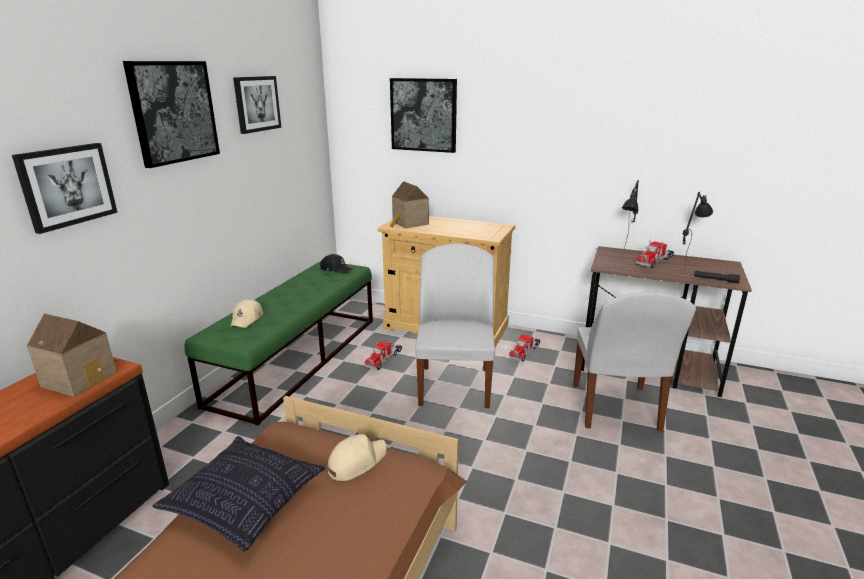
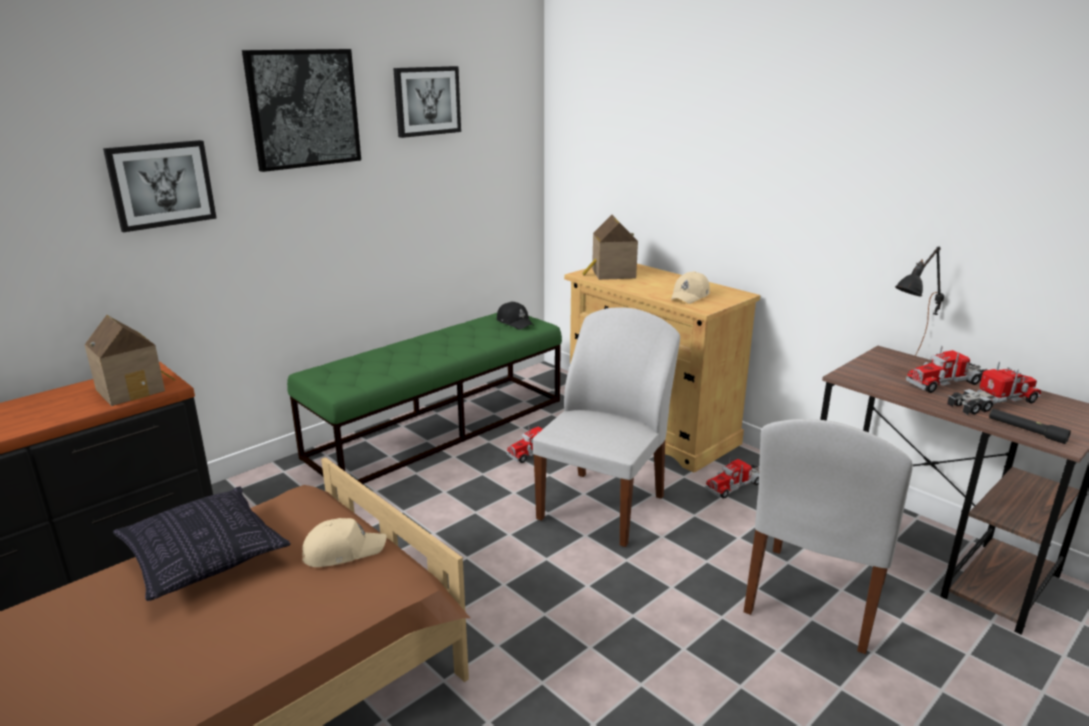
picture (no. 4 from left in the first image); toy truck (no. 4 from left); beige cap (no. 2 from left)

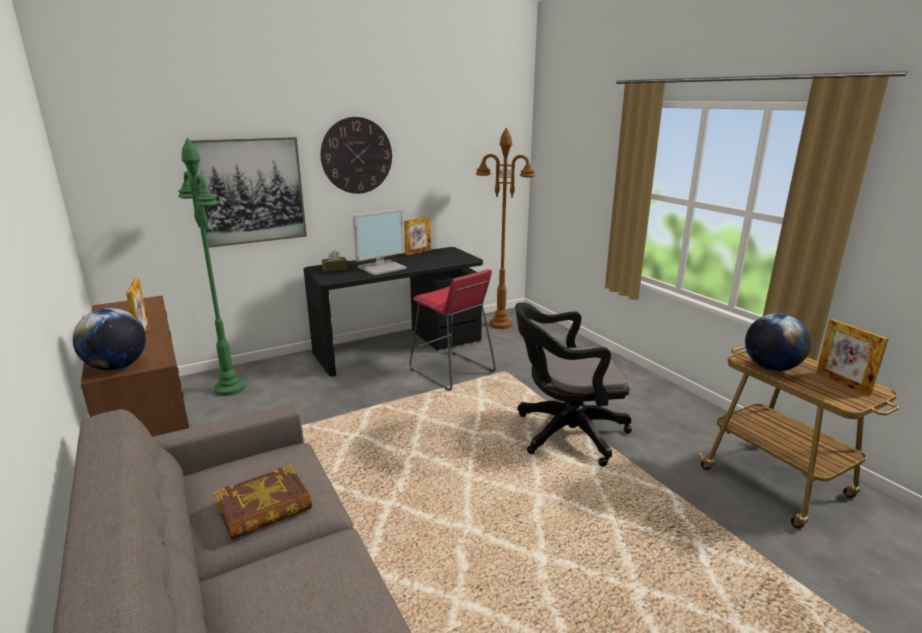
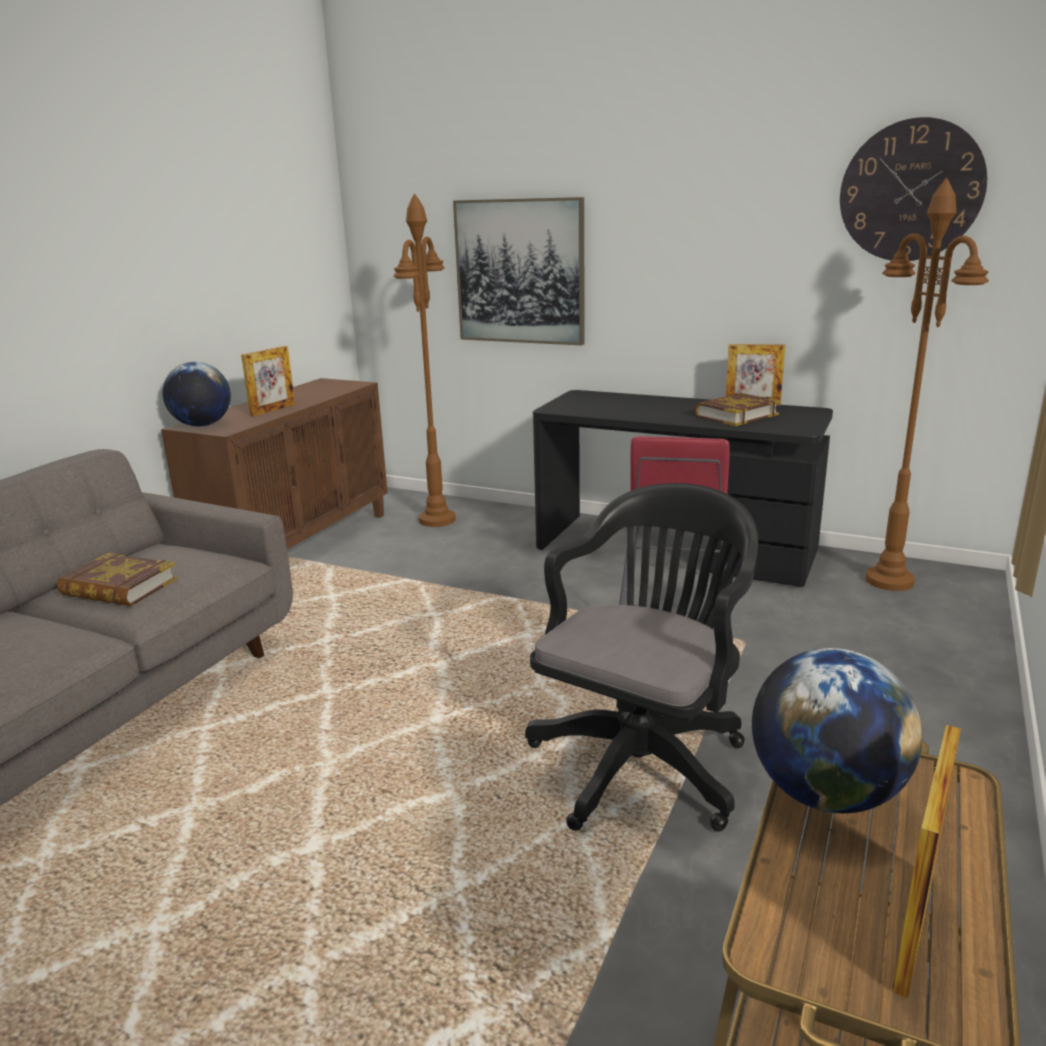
wall clock; brown floor lamp (no. 1 from left); monitor; brown tissue box; black office chair; book (no. 2 from left)

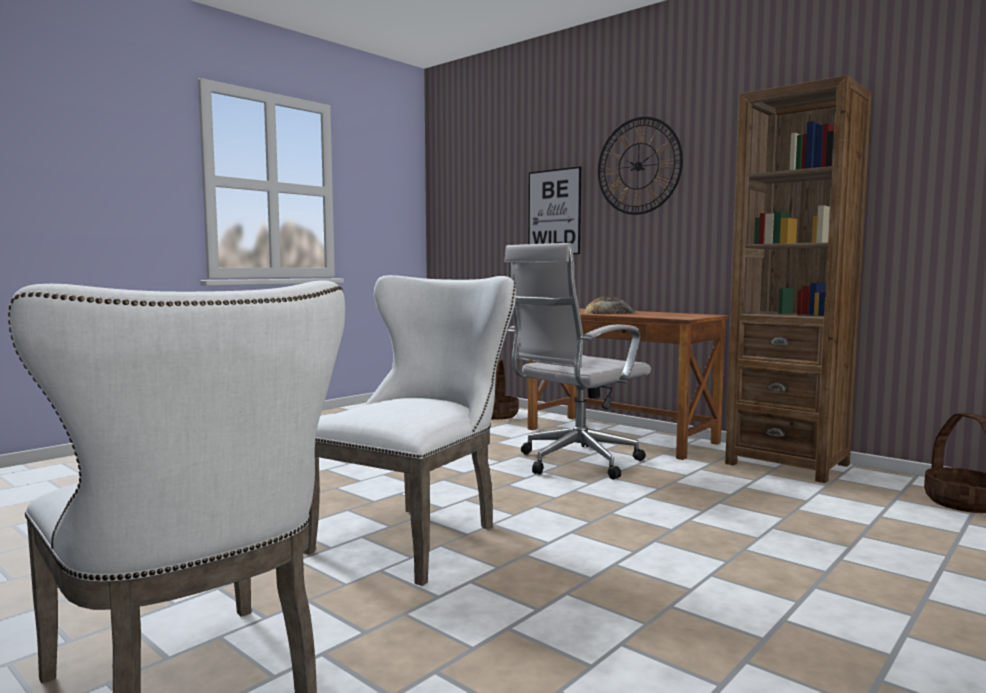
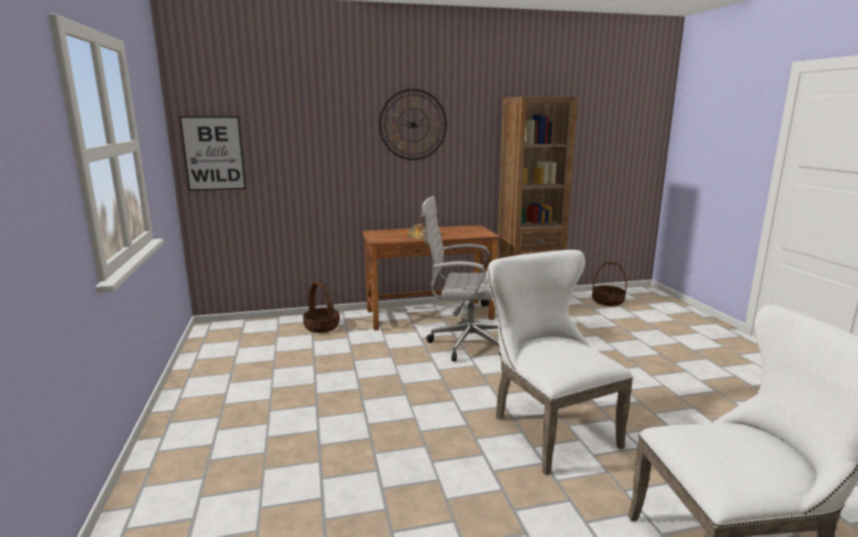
picture; white office chair

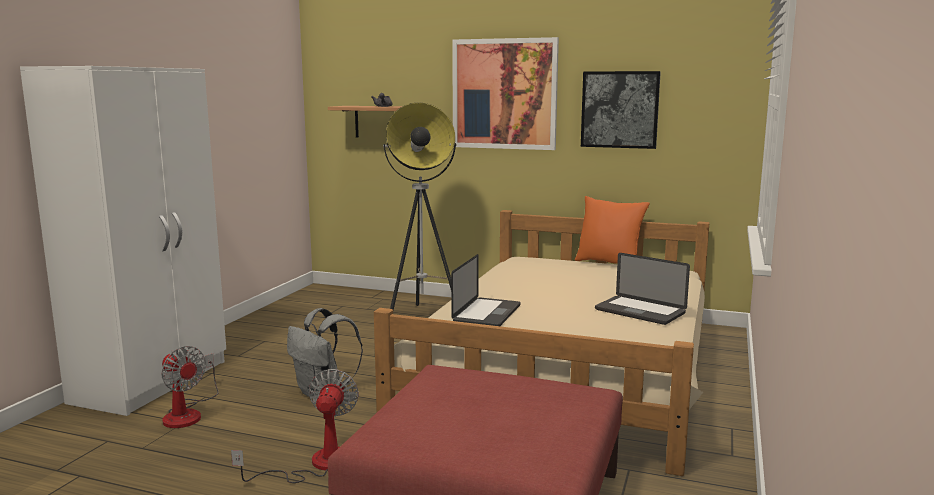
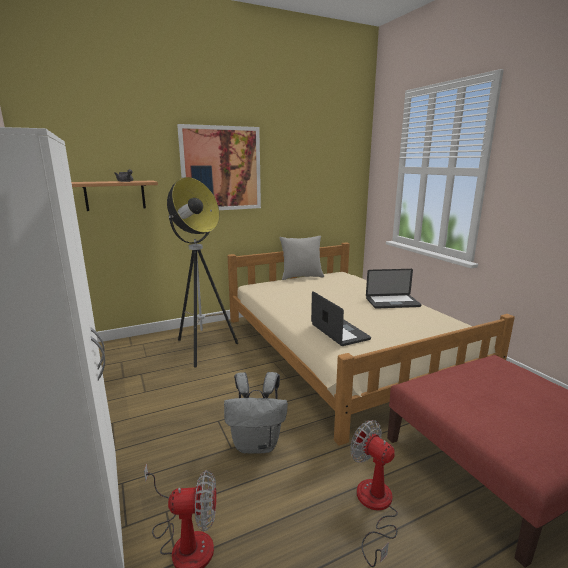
picture (no. 2 from left in the first image); grey pillow

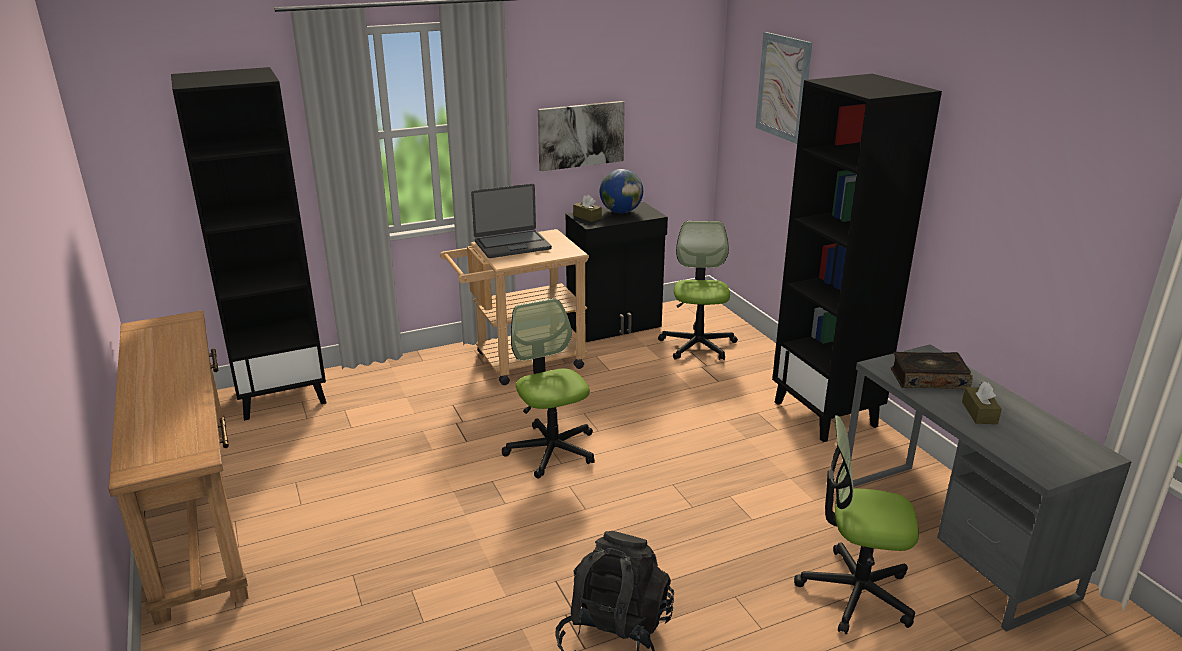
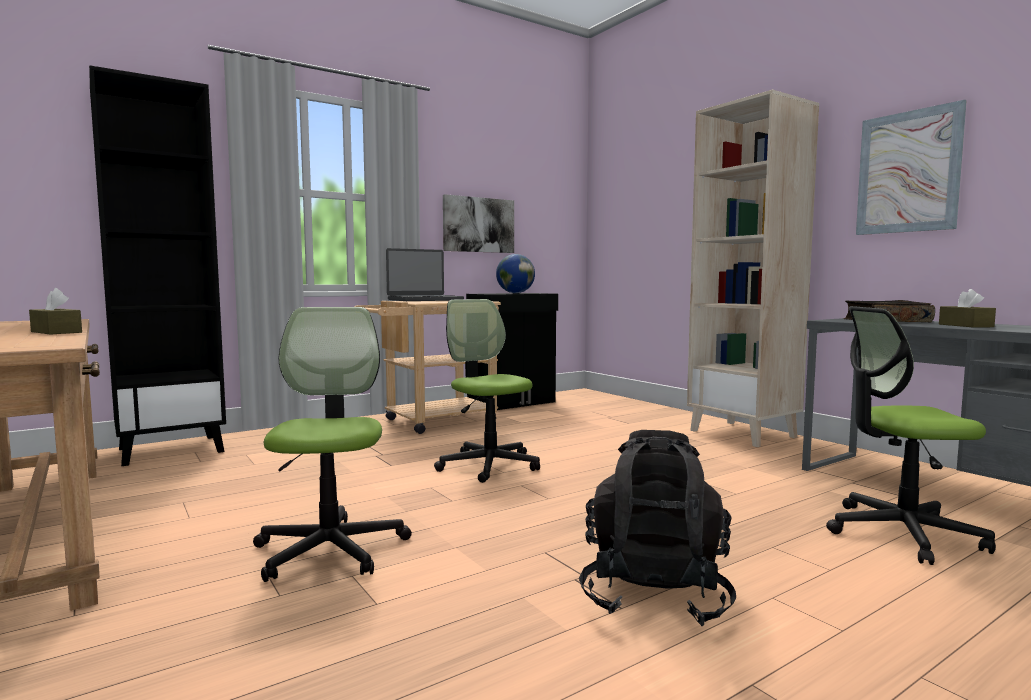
picture (no. 2 from left); beige bookcase; brown tissue box (no. 1 from left); office chair (no. 1 from left)

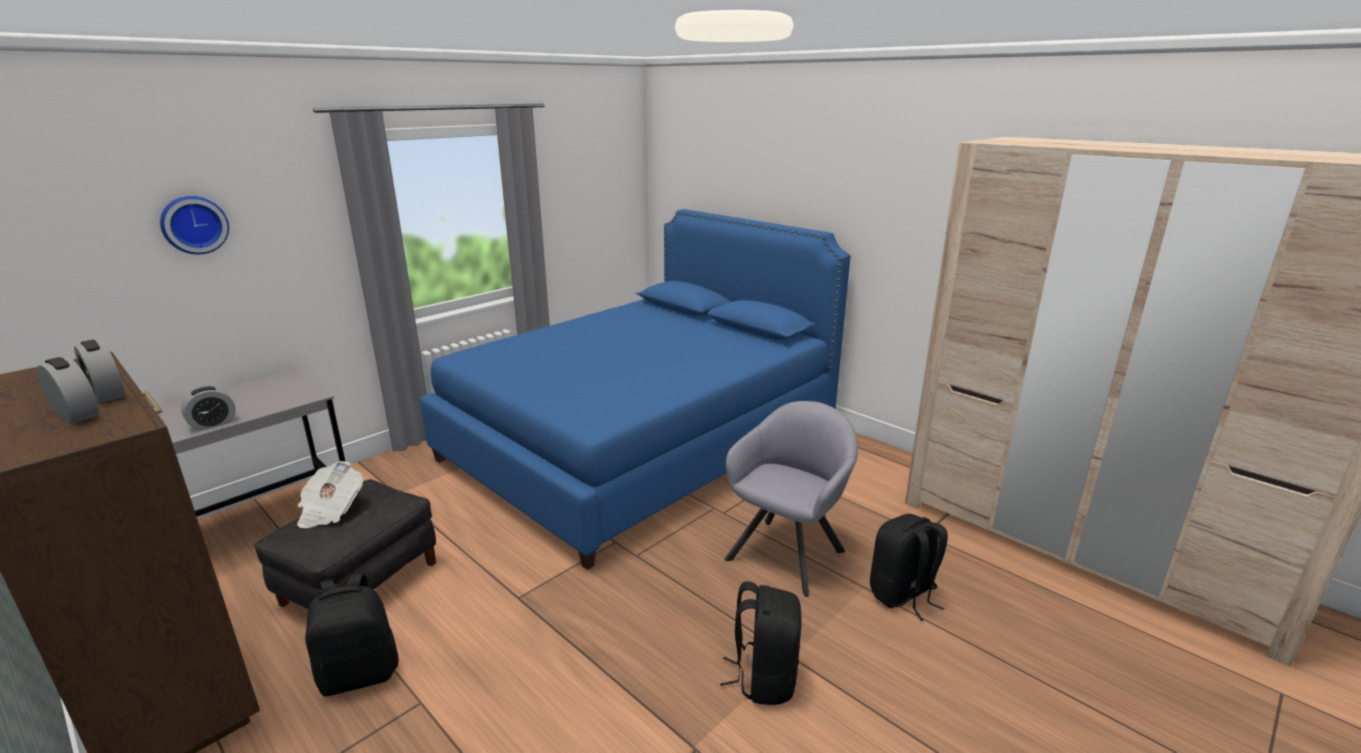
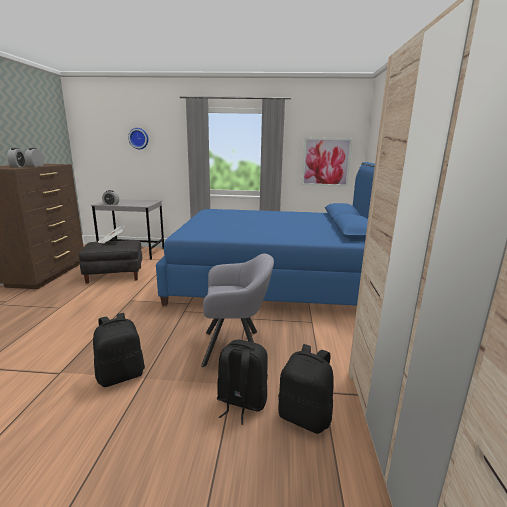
black backpack (no. 3 from left); picture

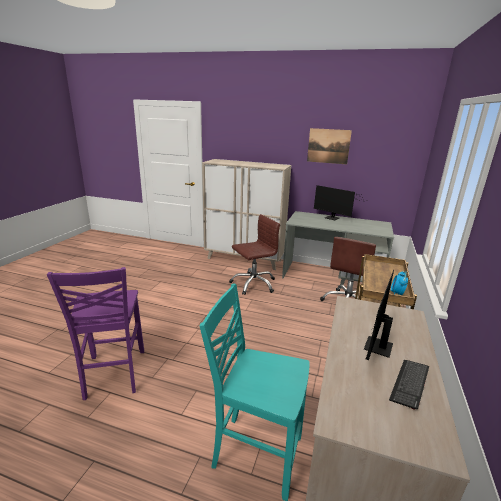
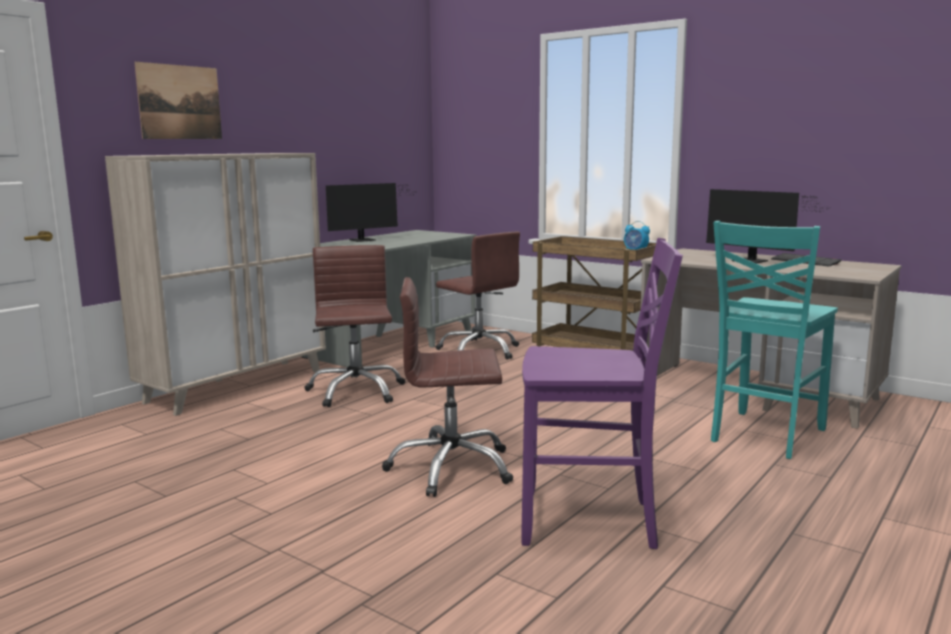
picture; brown office chair (no. 2 from left)

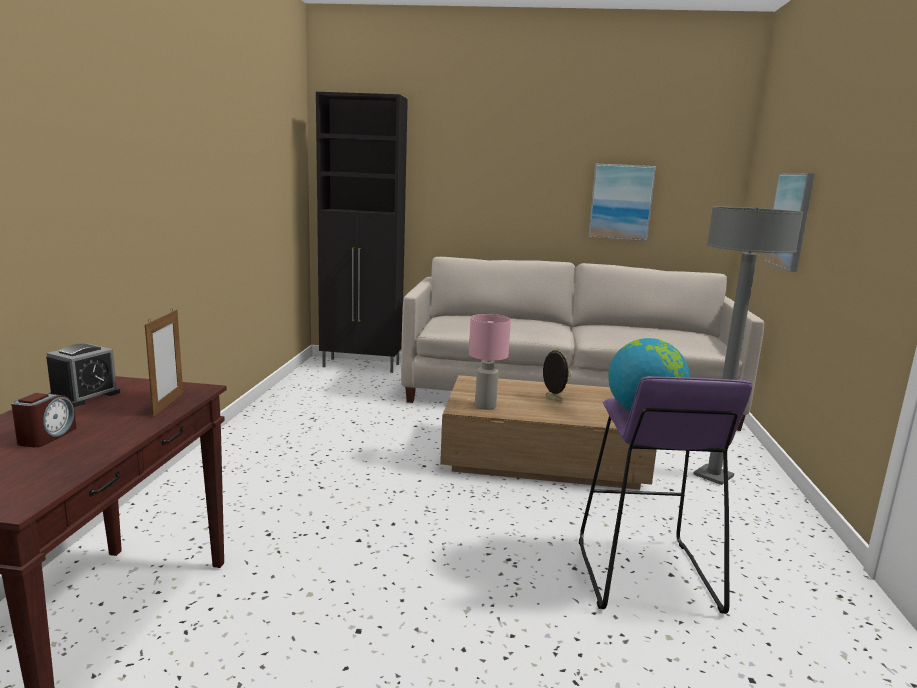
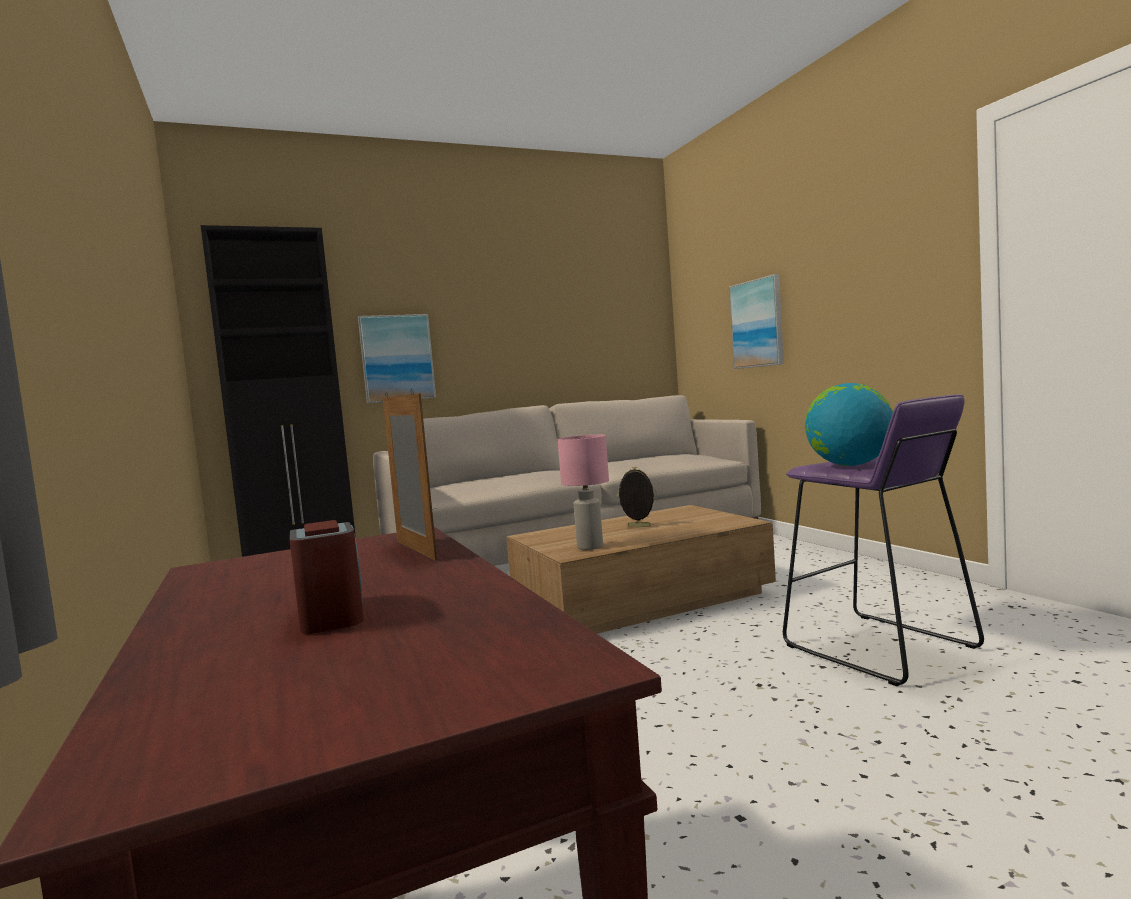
picture (no. 1 from left); grey floor lamp; alarm clock (no. 2 from left in the first image)

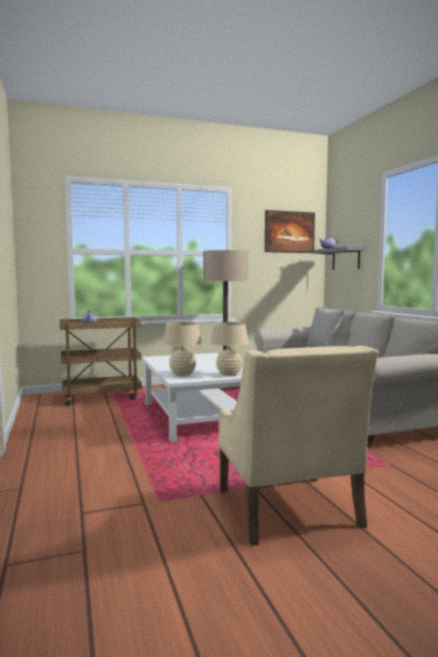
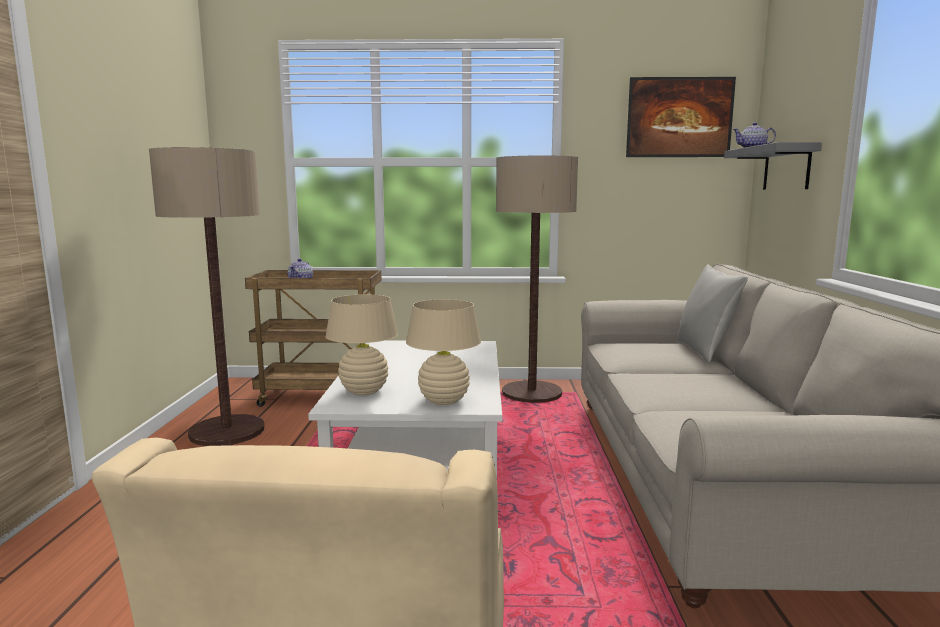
floor lamp (no. 1 from left)

